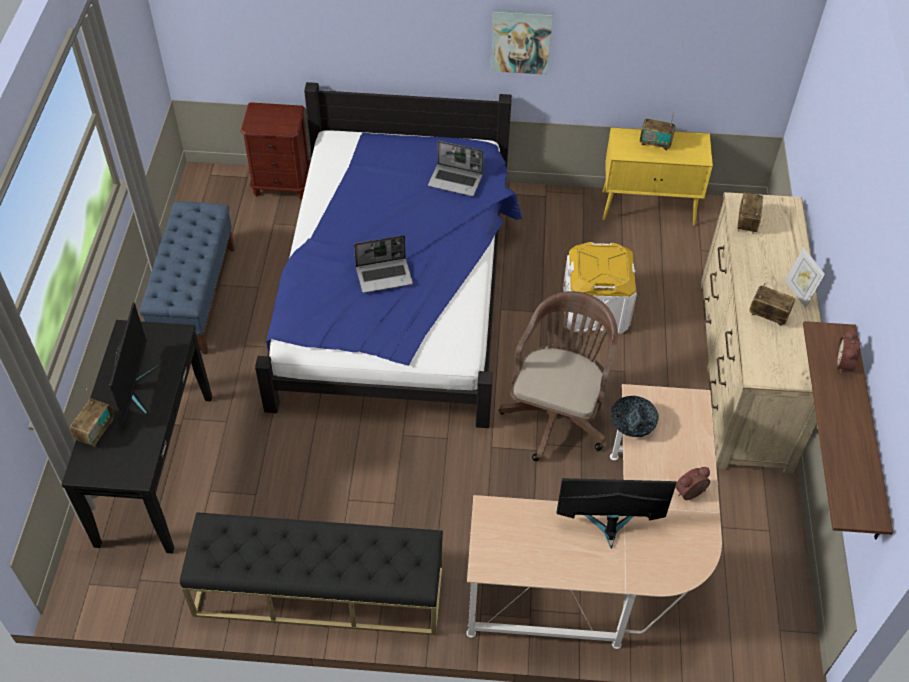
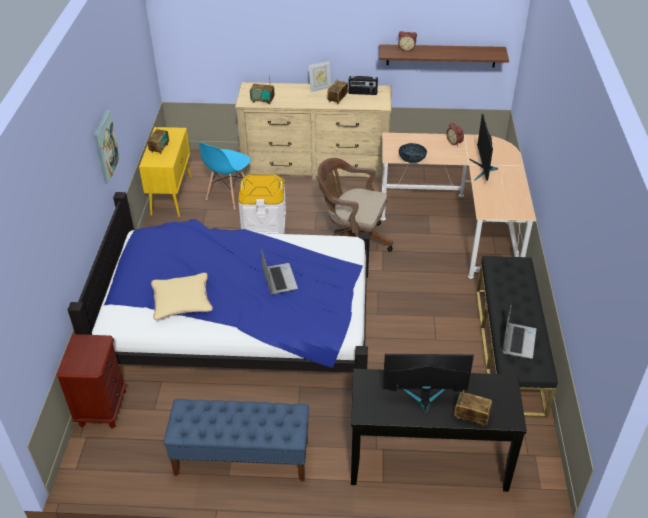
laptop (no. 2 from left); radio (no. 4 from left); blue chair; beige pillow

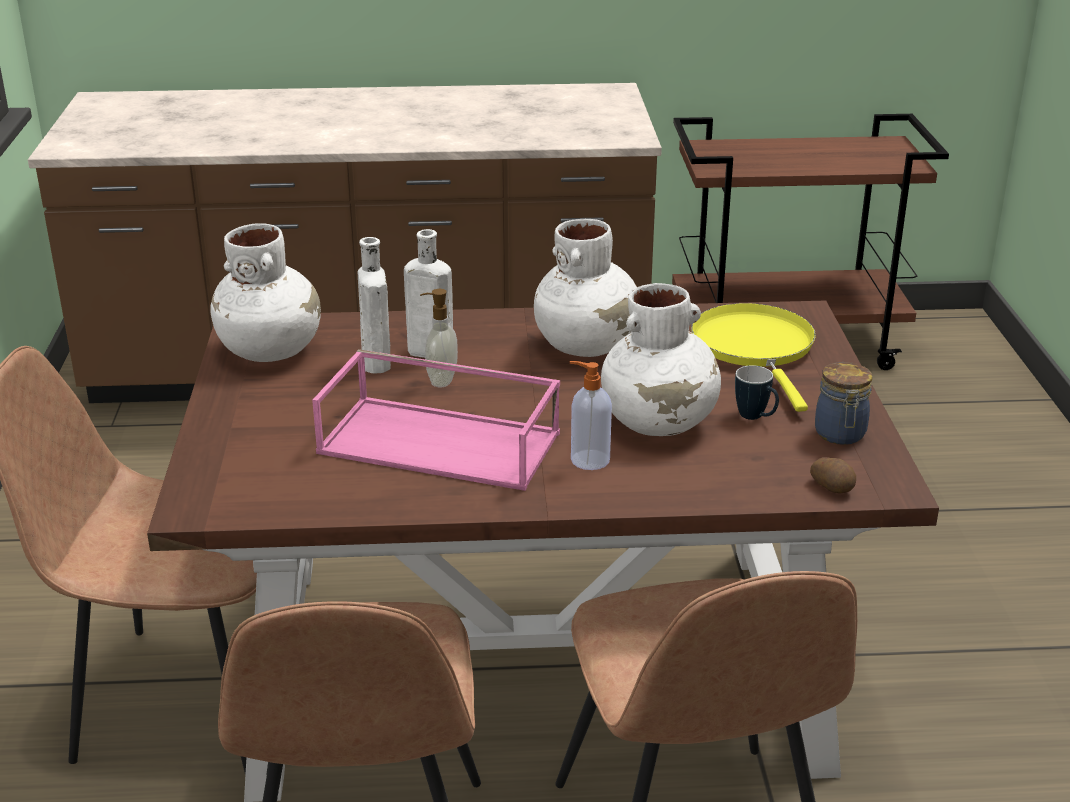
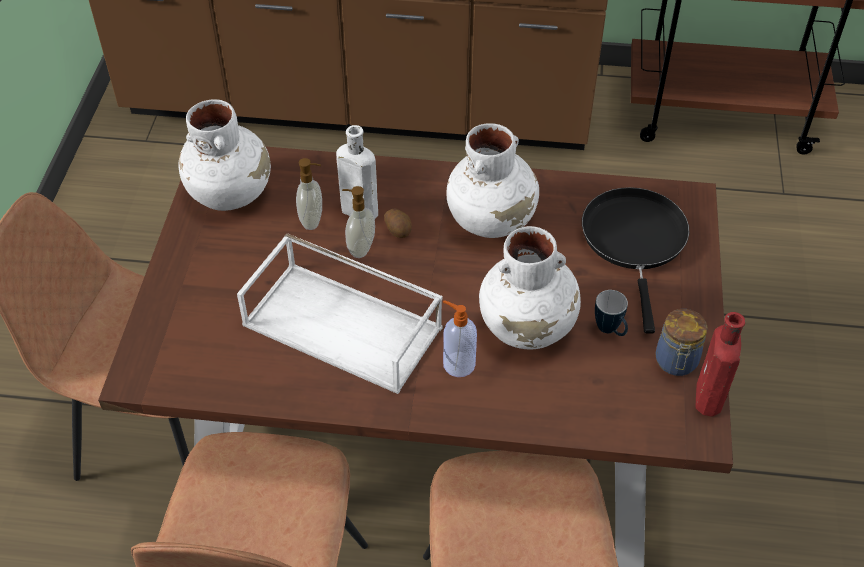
soap dispenser (no. 1 from left); black frying pan; white tray; potato; red bottle

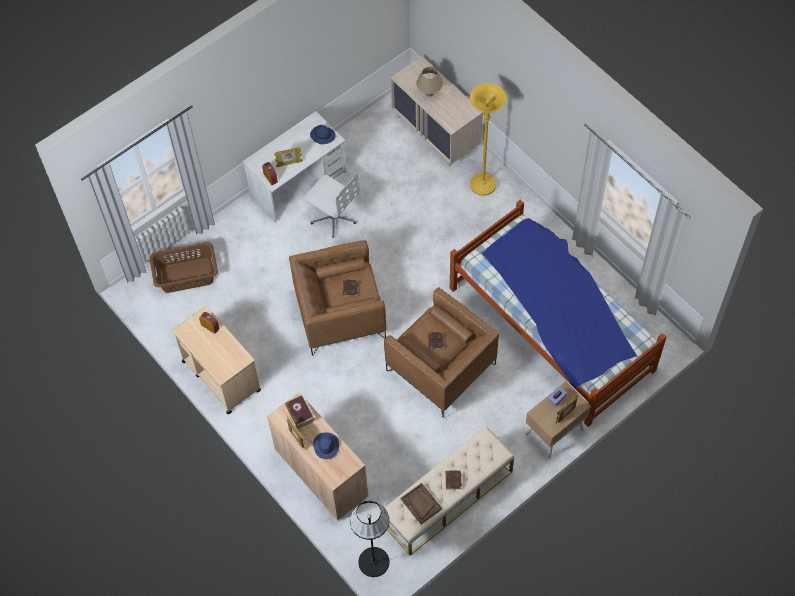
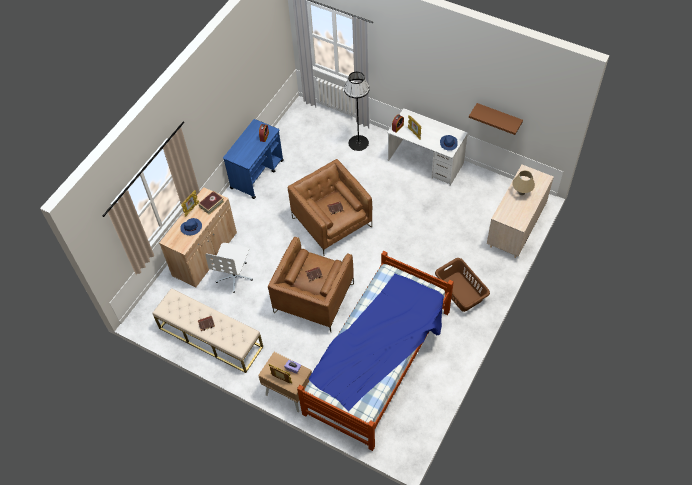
yellow floor lamp; white office chair; brown laundry basket; blue cart; brown tray; black floor lamp; brown shelf

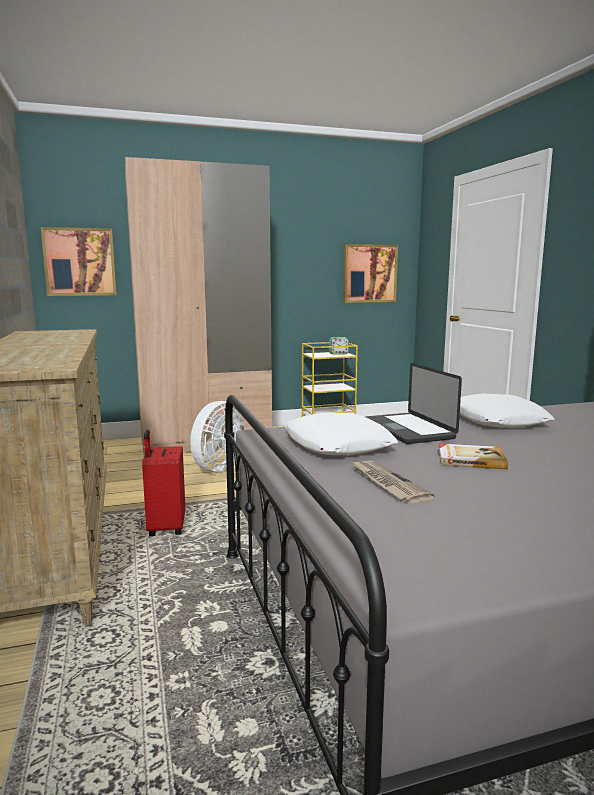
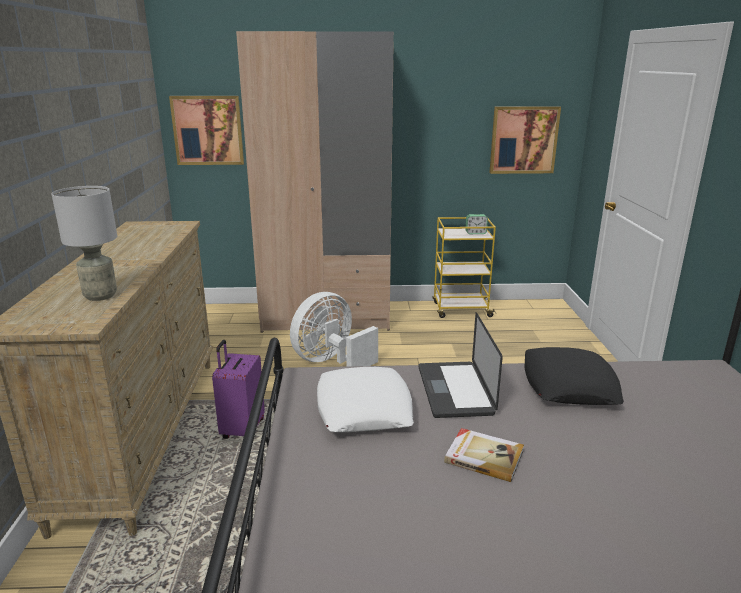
black pillow; purple suitcase; newspaper; grey table lamp

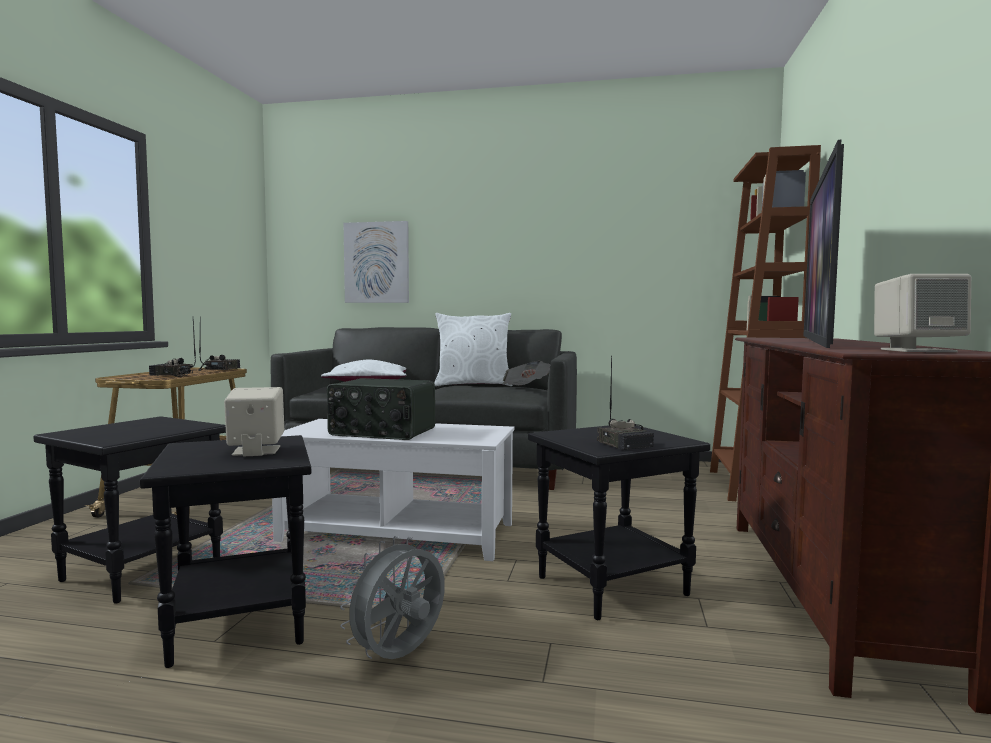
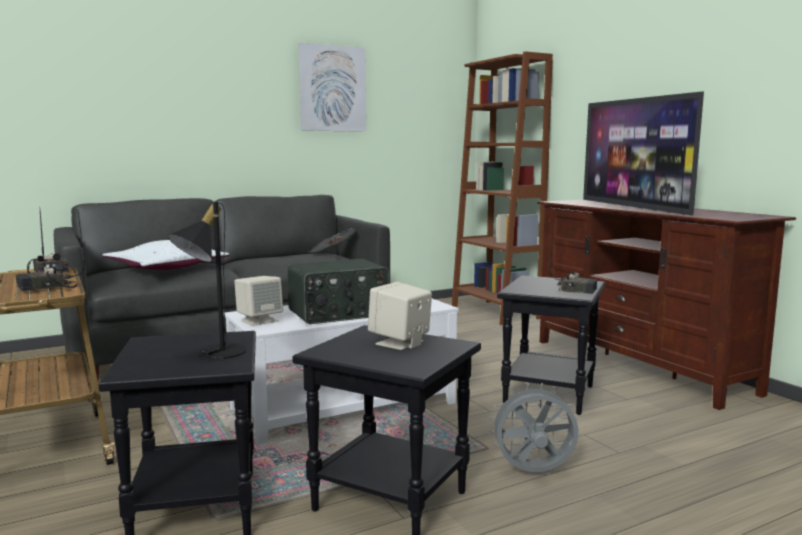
picture; beige speaker (no. 1 from left); white pillow (no. 2 from left in the first image); grey fan; black table lamp

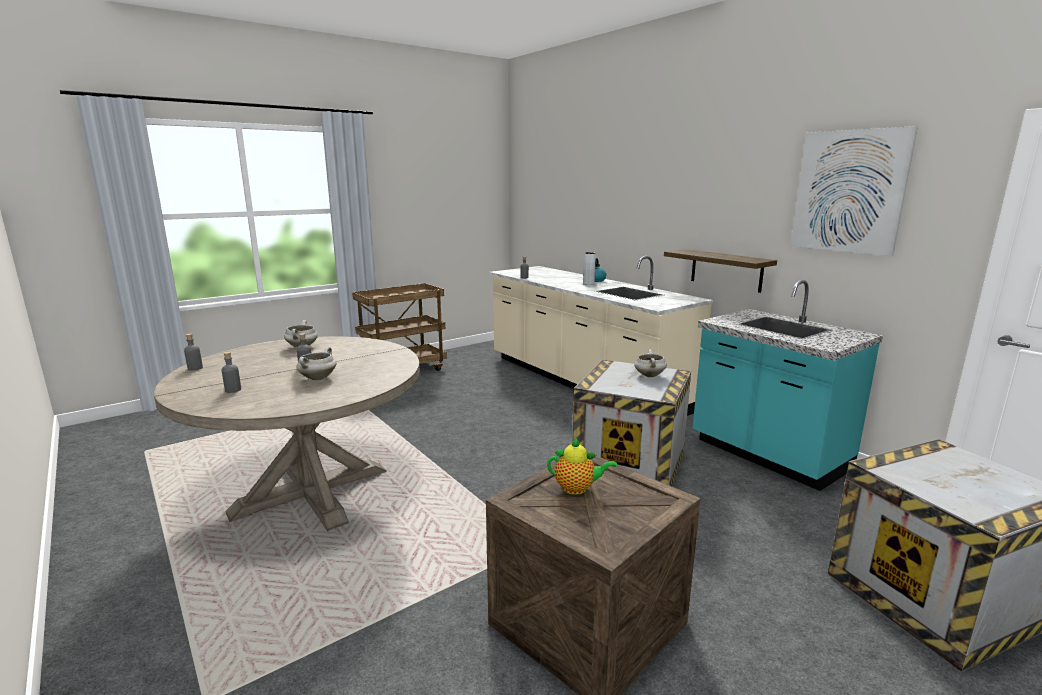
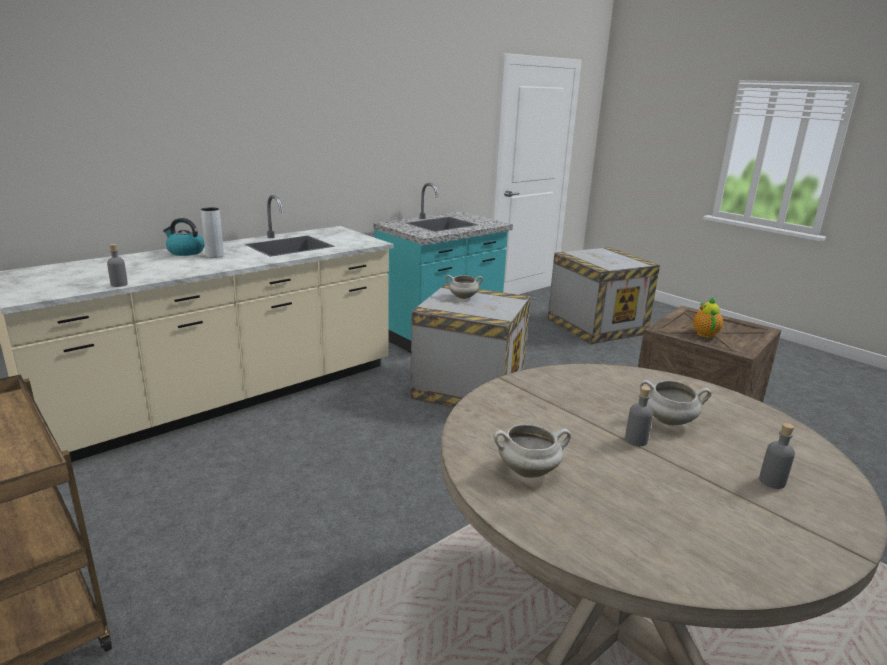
picture; shelf; grey bottle (no. 1 from left in the first image)

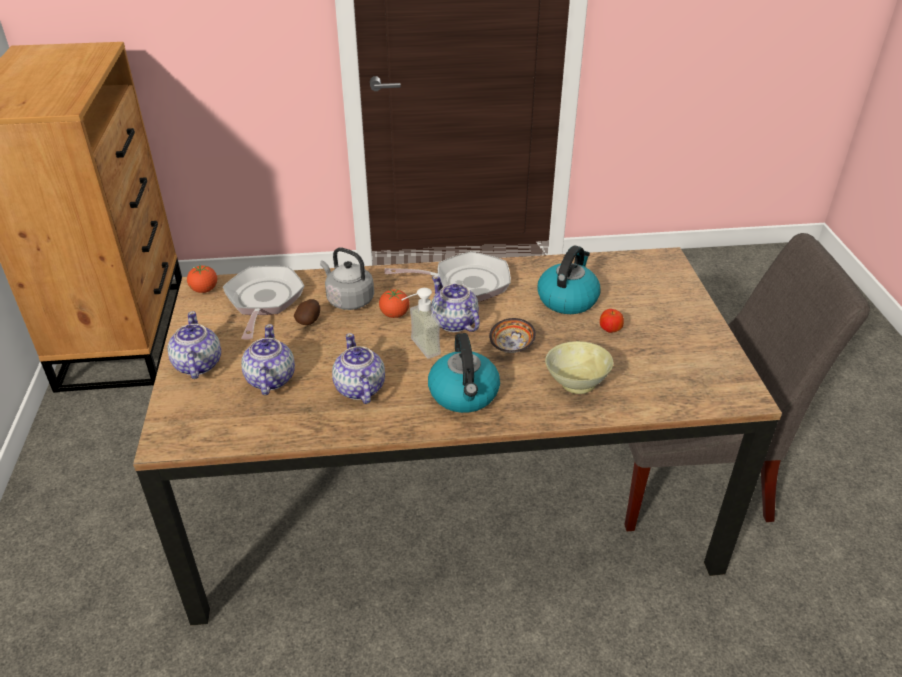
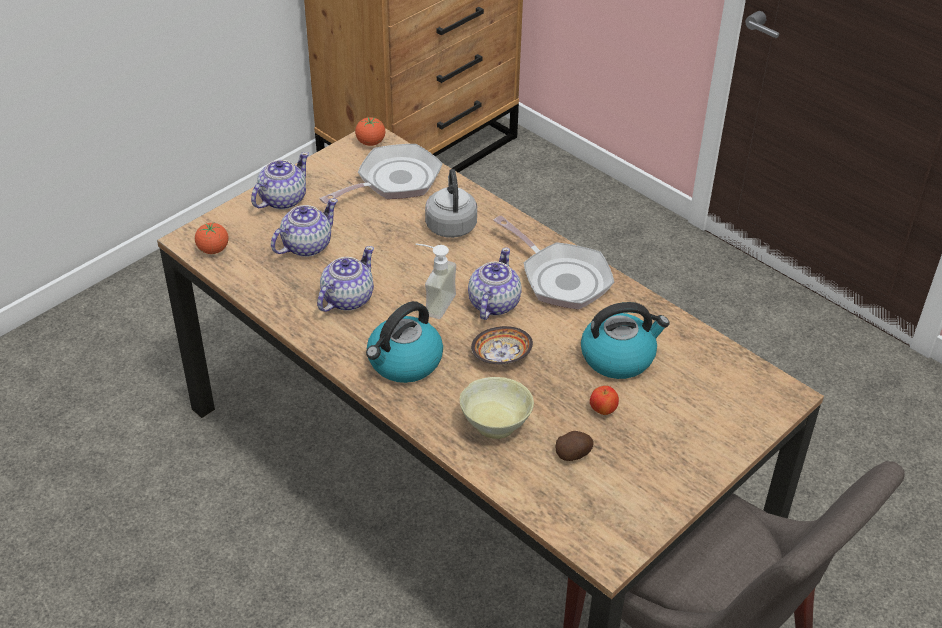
tomato (no. 1 from left); potato

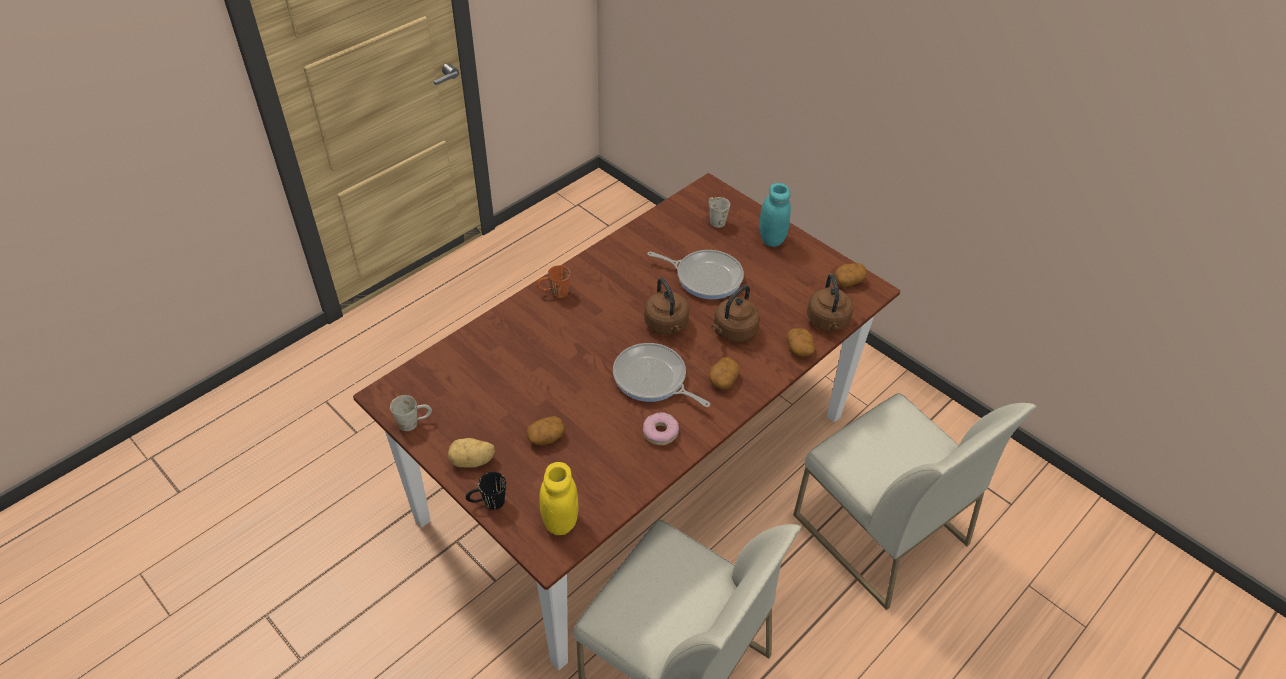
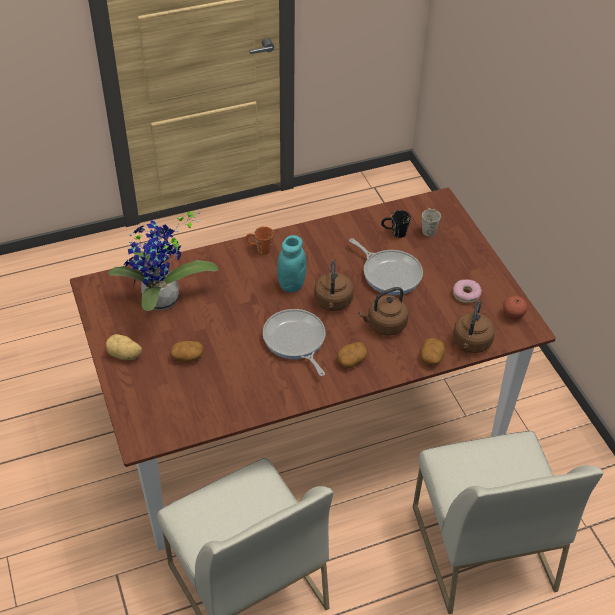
turquoise jar; apple; white mug (no. 1 from left in the first image); donut; yellow jar; black mug; potted plant

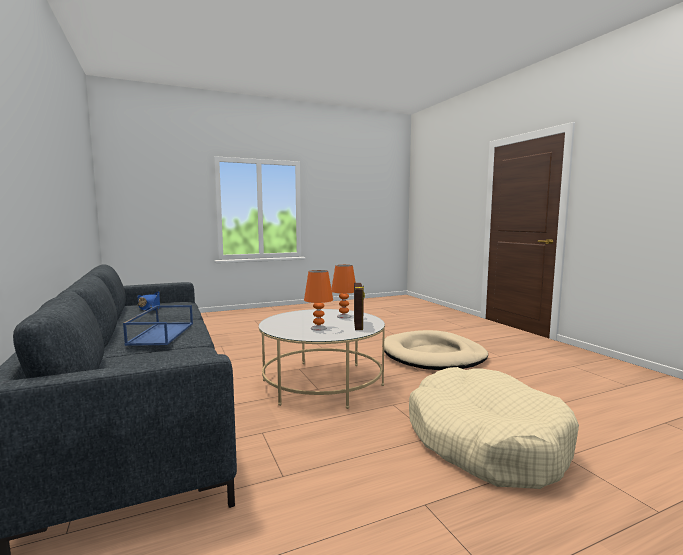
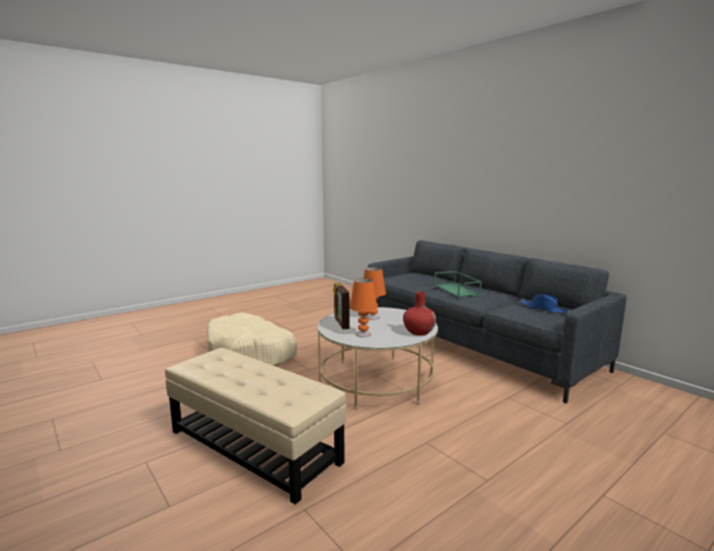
green tray; beige ottoman; red vase

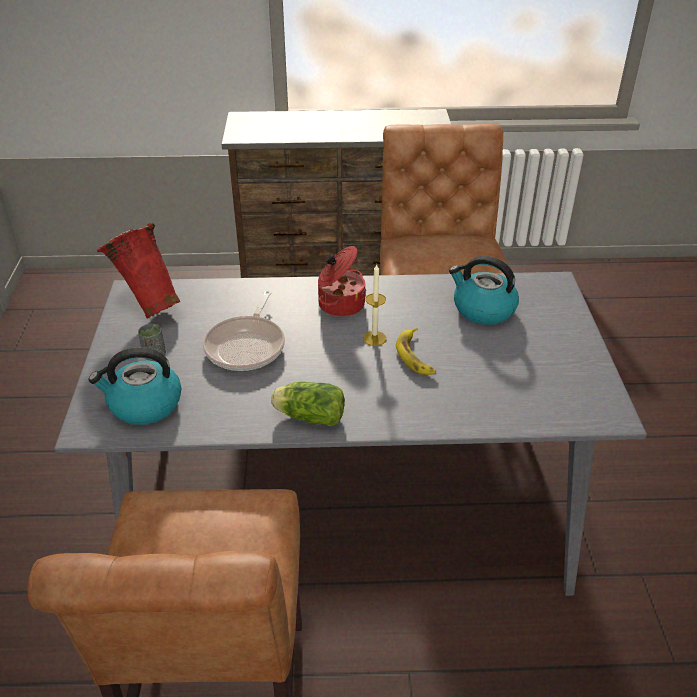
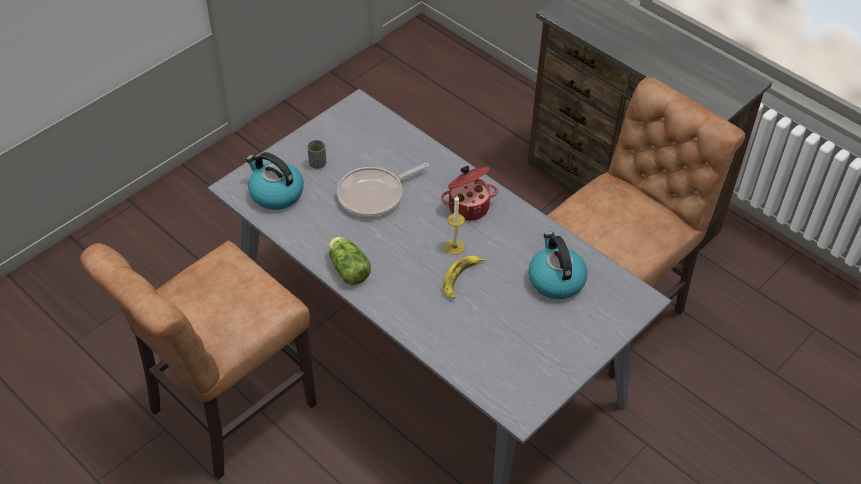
red vase

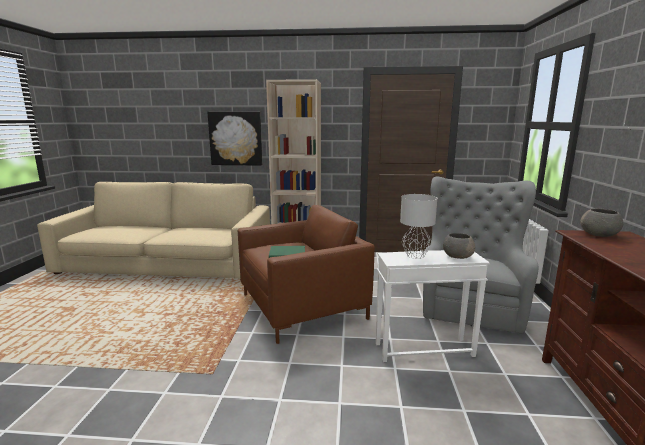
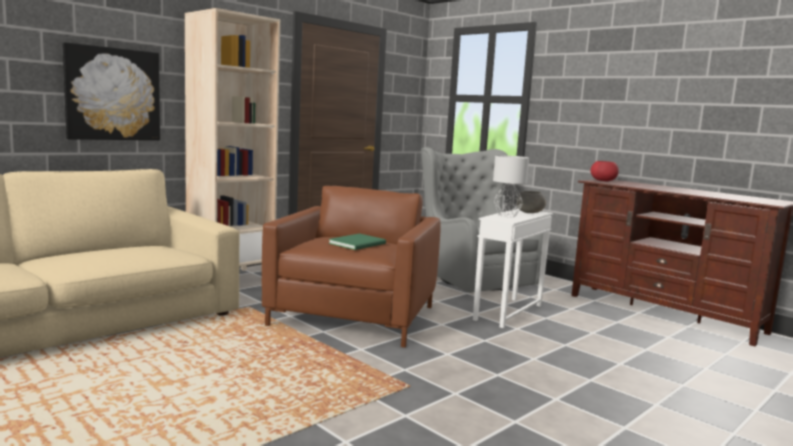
red bowl

